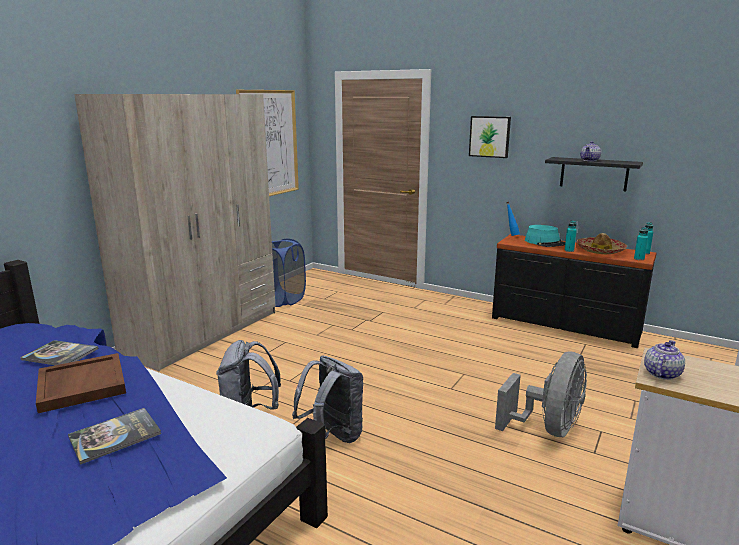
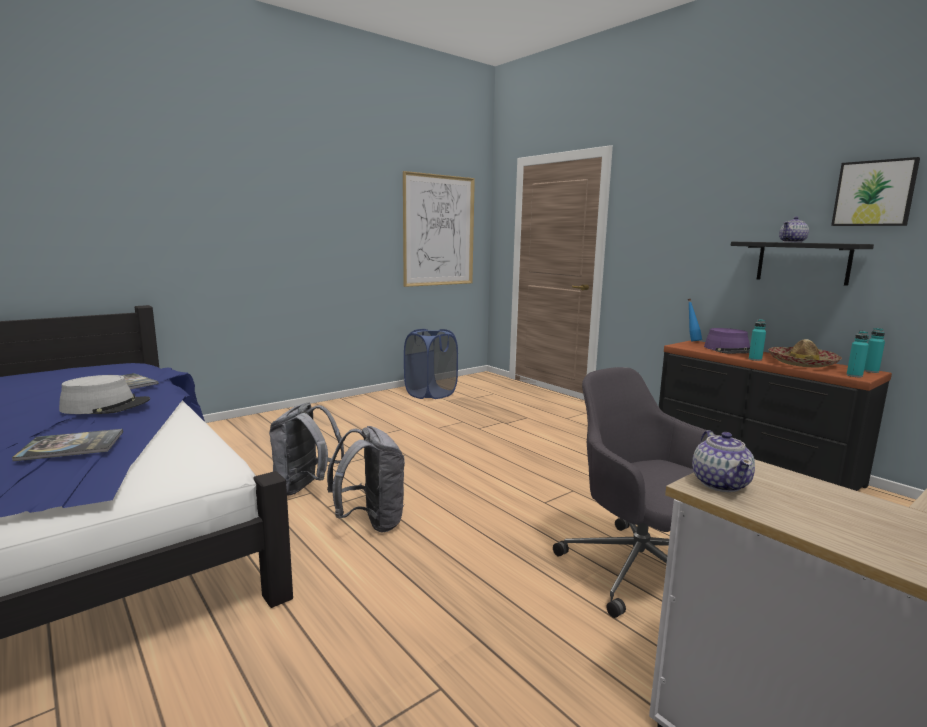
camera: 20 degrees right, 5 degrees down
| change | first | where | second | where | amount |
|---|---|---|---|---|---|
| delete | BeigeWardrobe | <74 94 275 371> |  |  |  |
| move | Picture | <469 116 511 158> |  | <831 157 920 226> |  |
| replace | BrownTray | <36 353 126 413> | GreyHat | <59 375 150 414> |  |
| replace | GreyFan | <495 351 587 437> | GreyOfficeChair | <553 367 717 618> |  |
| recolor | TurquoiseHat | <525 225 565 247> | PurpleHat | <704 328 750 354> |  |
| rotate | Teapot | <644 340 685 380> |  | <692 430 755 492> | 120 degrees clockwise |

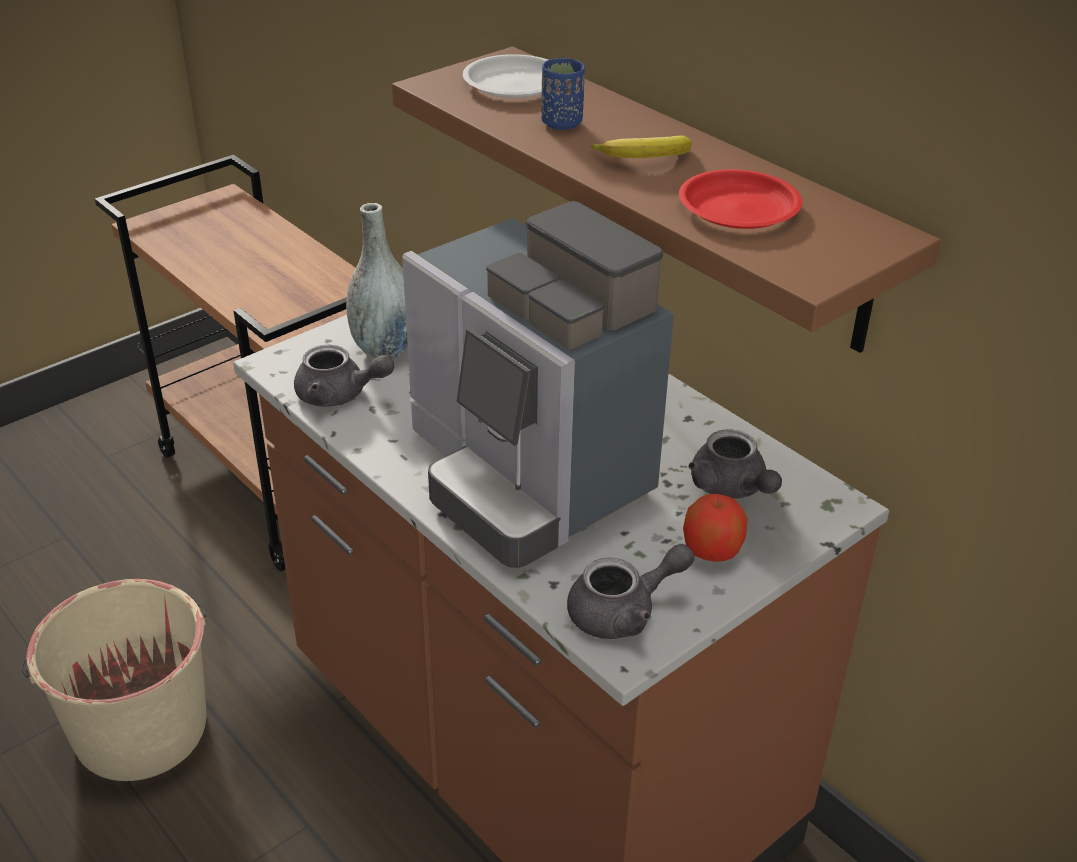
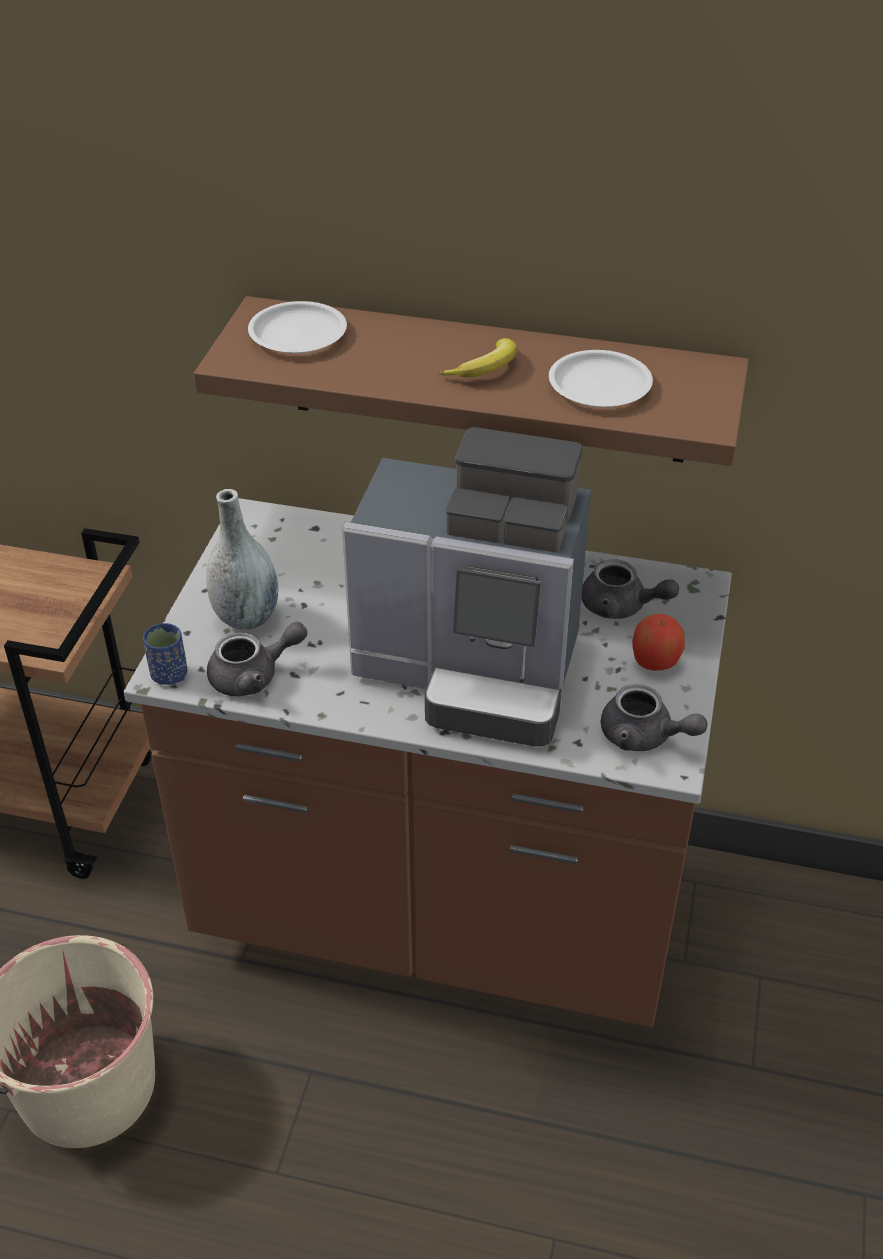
camera: 35 degrees left, 5 degrees up
| change | first | where | second | where | amount |
|---|---|---|---|---|---|
| move | BlueCup | <541 58 585 130> |  | <143 623 187 685> |  |
| recolor | RedPlate | <679 169 802 229> | WhitePlate | <549 350 653 407> |  |
| rotate | GreyTeapot | <567 544 694 639> |  | <600 684 707 751> | 90 degrees clockwise |

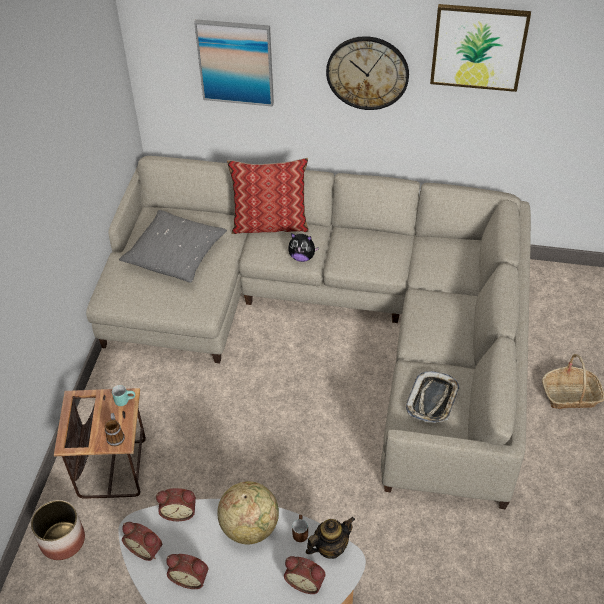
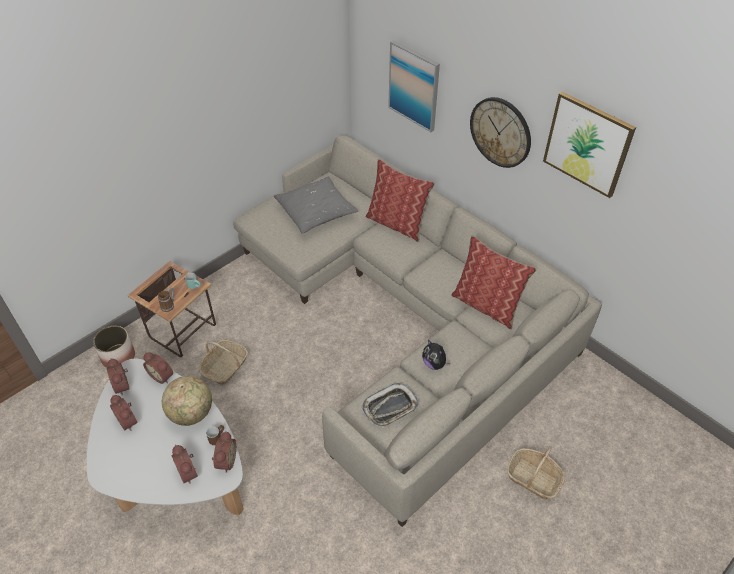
camera: 35 degrees right, 0 degrees up
| change | first | where | second | where | amount |
|---|---|---|---|---|---|
| insert |  |  | Basket | <199 340 248 385> |  |
| insert |  |  | Pillow | <451 235 537 329> |  |
| move | PlushToy | <288 233 319 262> |  | <422 340 450 370> |  |
| replace | Teapot | <306 517 355 559> | AlarmClock | <212 431 236 473> |  |

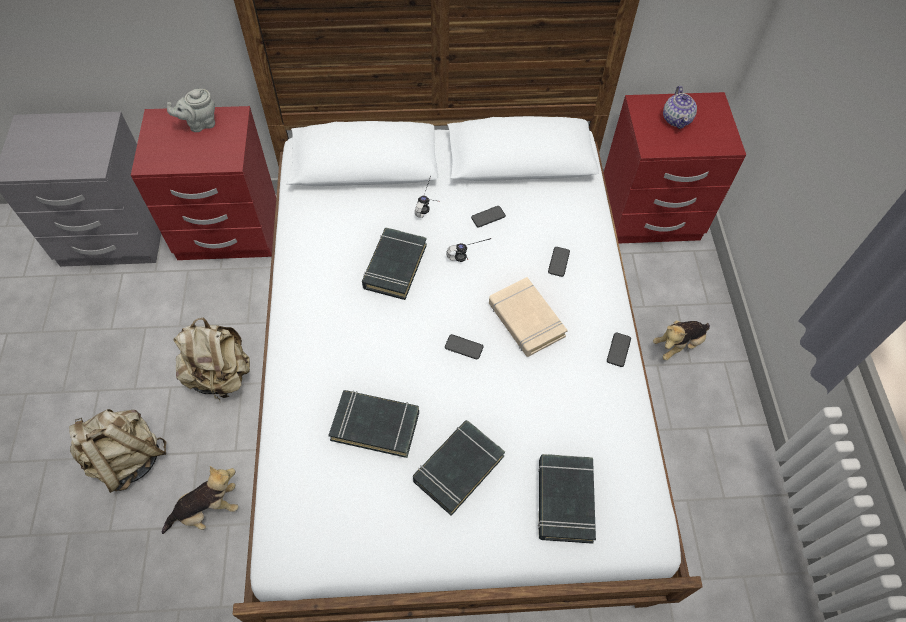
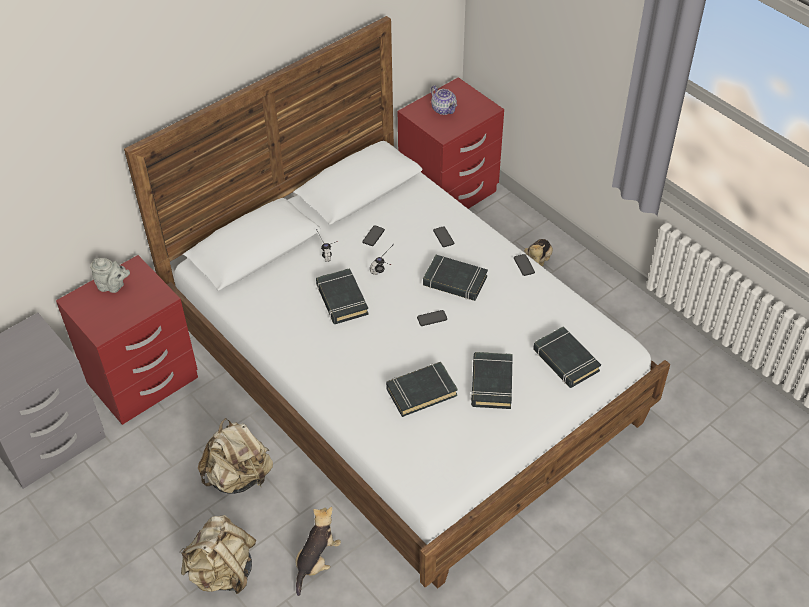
camera: 35 degrees left, 10 degrees down
| change | first | where | second | where | amount |
|---|---|---|---|---|---|
| recolor | BeigeBook | <489 277 568 357> | BlackBook | <423 255 488 301> |  |
| rotate | GreyTeapot | <167 89 215 132> |  | <90 258 130 293> | 105 degrees counterclockwise |

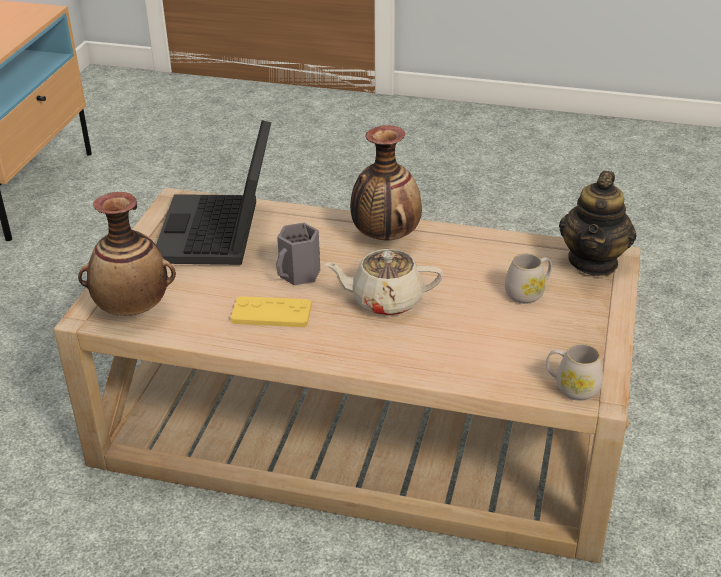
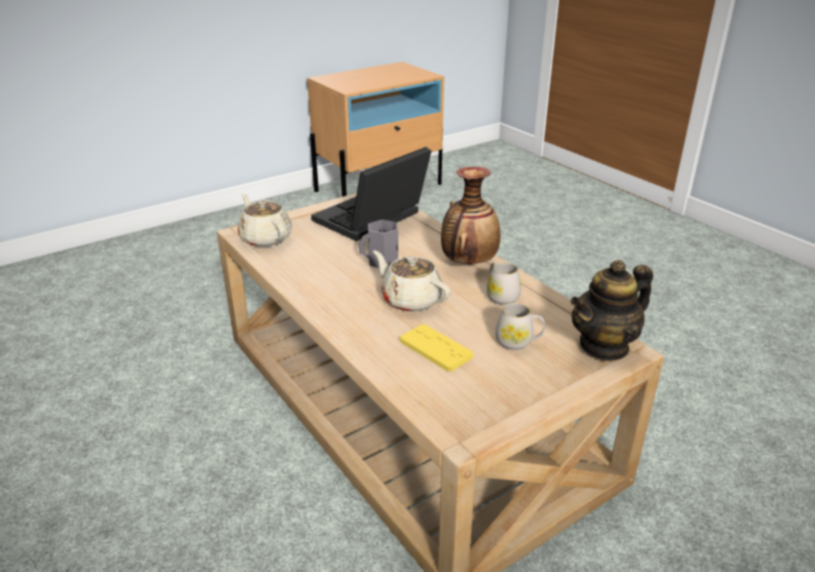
camera: 40 degrees right, 5 degrees down
| change | first | where | second | where | amount |
|---|---|---|---|---|---|
| move | YellowGameController | <231 296 312 327> |  | <400 324 473 372> |  |
| move | WhiteMug | <546 344 603 401> |  | <487 262 521 305> |  |
| replace | Vase | <78 192 176 316> | BeigeTeapot | <238 194 292 247> |  |

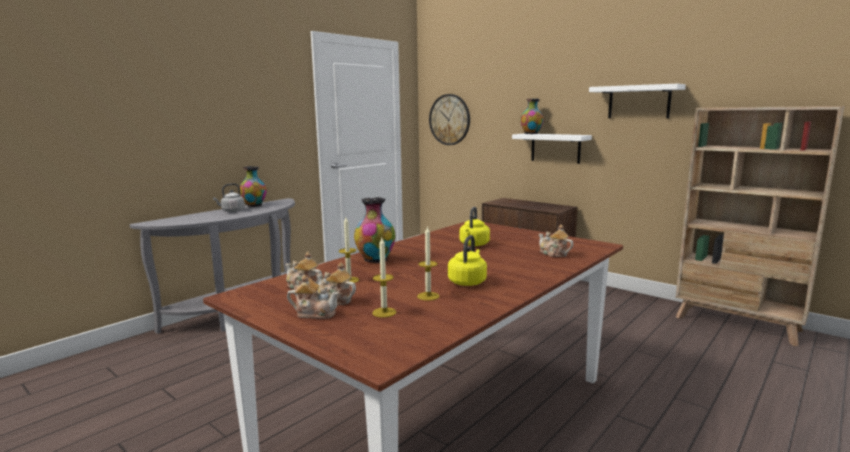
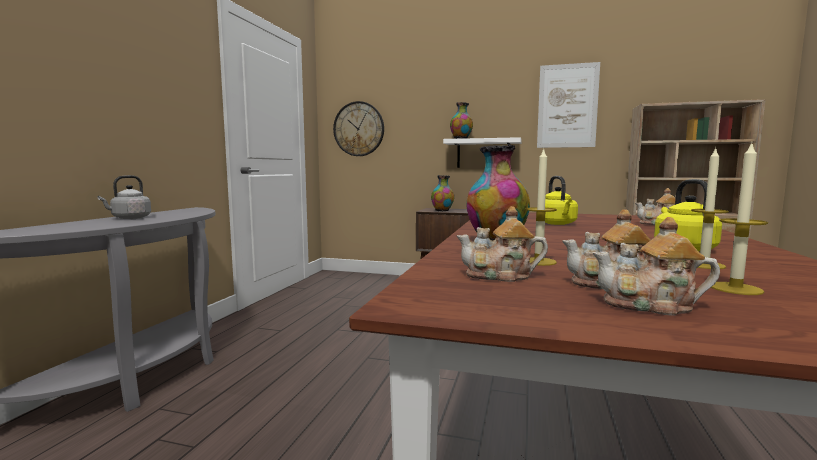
camera: 25 degrees left, 5 degrees down
| change | first | where | second | where | amount |
|---|---|---|---|---|---|
| move | Vase | <240 166 267 207> |  | <431 175 454 212> |  |
| replace | WhiteShelf | <589 84 686 118> | Picture | <537 62 600 148> |  |
| rotate | Teapot | <287 275 339 319> |  | <592 217 720 316> | 150 degrees counterclockwise |

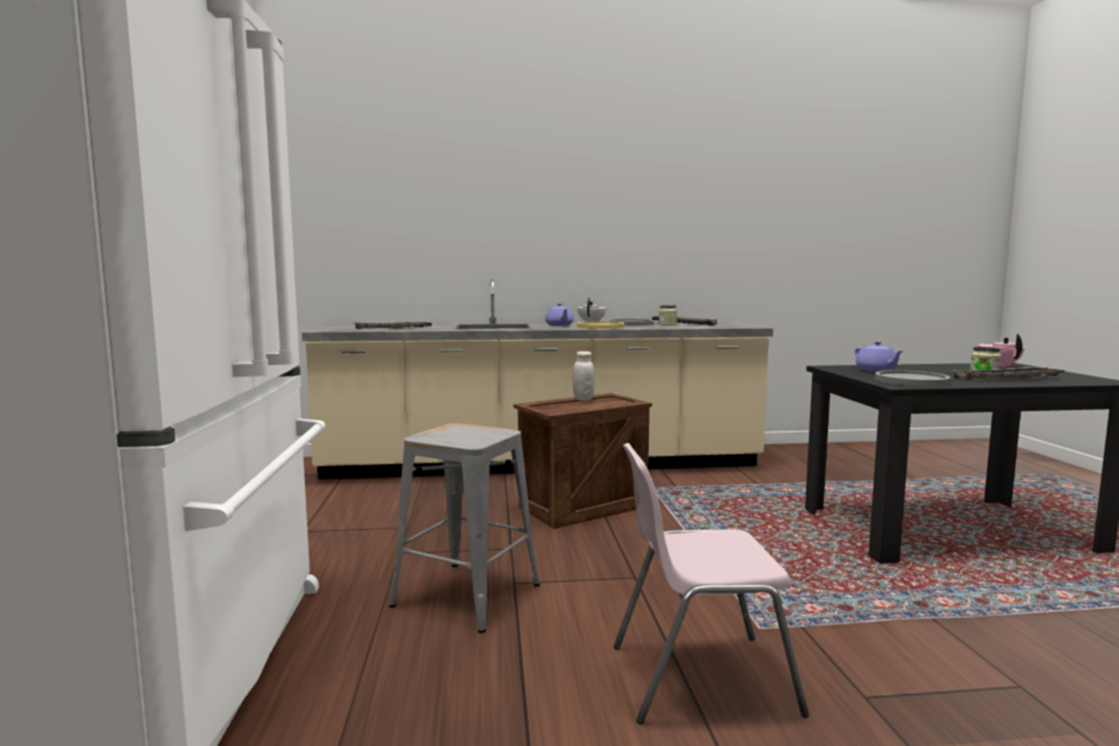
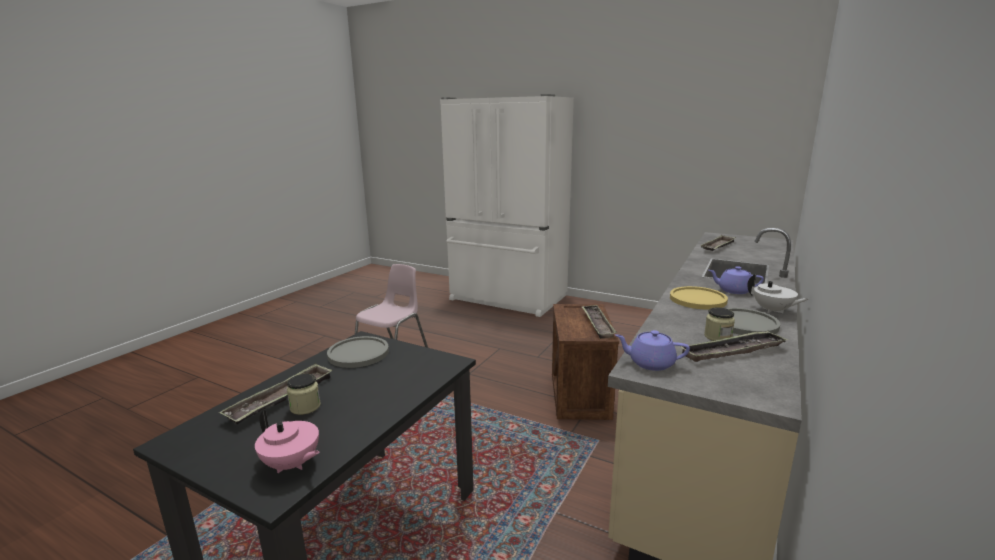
camera: 125 degrees right, 10 degrees up
| change | first | where | second | where | amount |
|---|---|---|---|---|---|
| delete | GreyStool | <389 423 540 633> |  |  |  |
| move | PurpleTeapot | <855 341 903 372> |  | <615 330 690 371> |  |
| replace | WhiteJar | <572 351 595 401> | Tray | <581 305 617 339> |  |

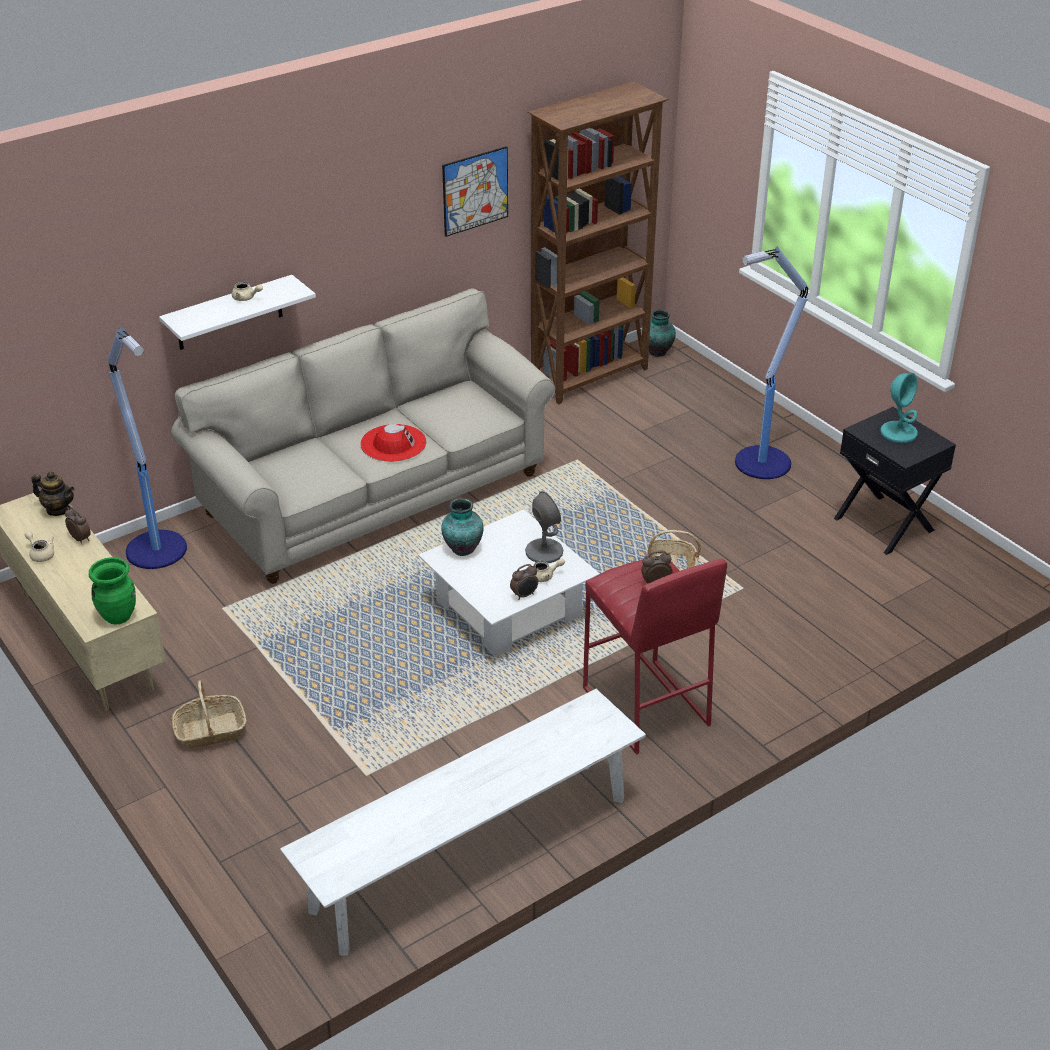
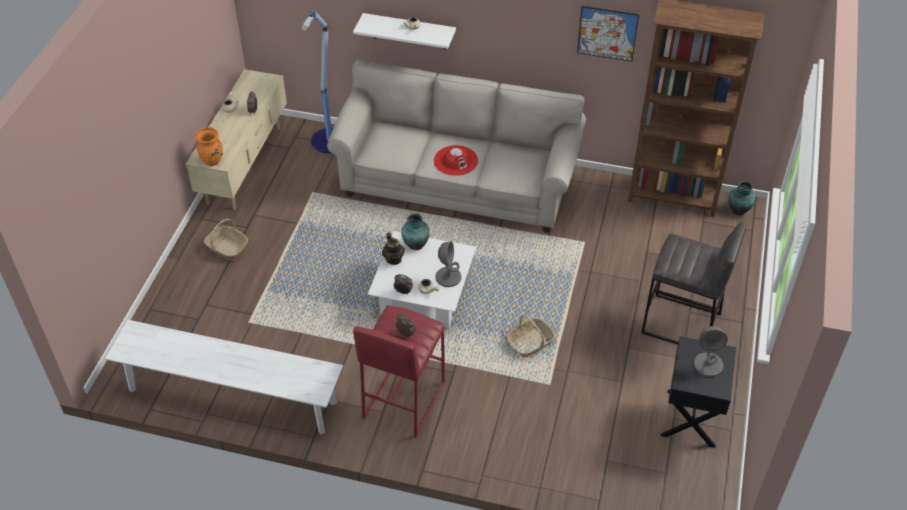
camera: 50 degrees right, 10 degrees up
| change | first | where | second | where | amount |
|---|---|---|---|---|---|
| move | Teapot | <32 471 74 516> |  | <382 233 405 265> |  |
| replace | FloorLamp | <735 247 808 479> | GreyStool | <641 222 747 345> |  |
| recolor | GreenVase | <89 557 136 625> | OrangeVase | <195 127 223 166> |  |
| recolor | TurquoiseTableLamp | <880 373 918 443> | GreyTableLamp | <694 326 728 377> |  |

